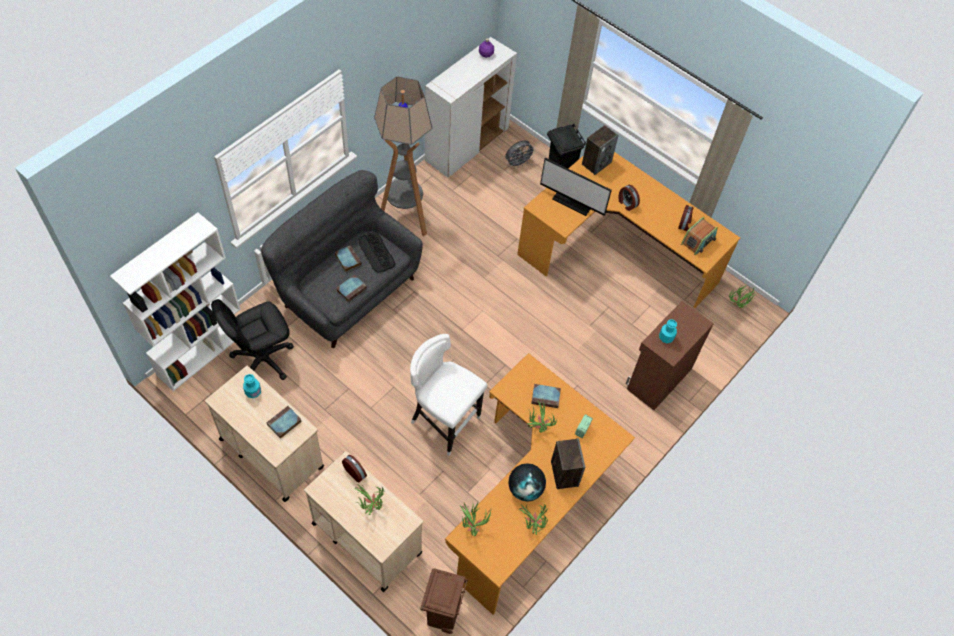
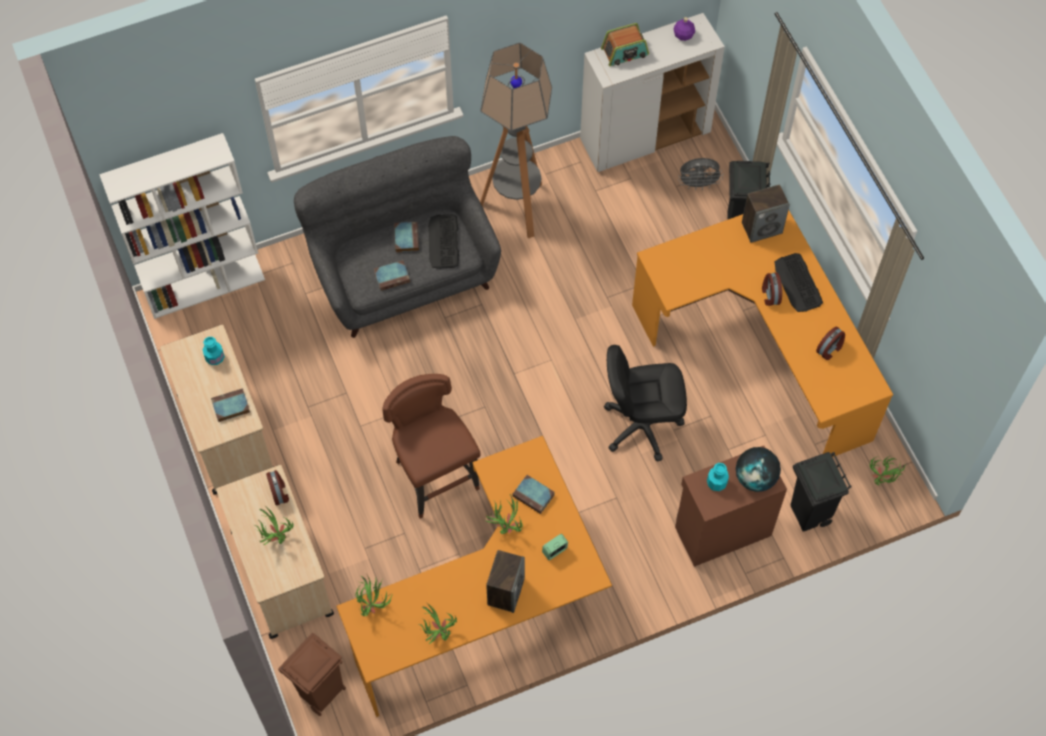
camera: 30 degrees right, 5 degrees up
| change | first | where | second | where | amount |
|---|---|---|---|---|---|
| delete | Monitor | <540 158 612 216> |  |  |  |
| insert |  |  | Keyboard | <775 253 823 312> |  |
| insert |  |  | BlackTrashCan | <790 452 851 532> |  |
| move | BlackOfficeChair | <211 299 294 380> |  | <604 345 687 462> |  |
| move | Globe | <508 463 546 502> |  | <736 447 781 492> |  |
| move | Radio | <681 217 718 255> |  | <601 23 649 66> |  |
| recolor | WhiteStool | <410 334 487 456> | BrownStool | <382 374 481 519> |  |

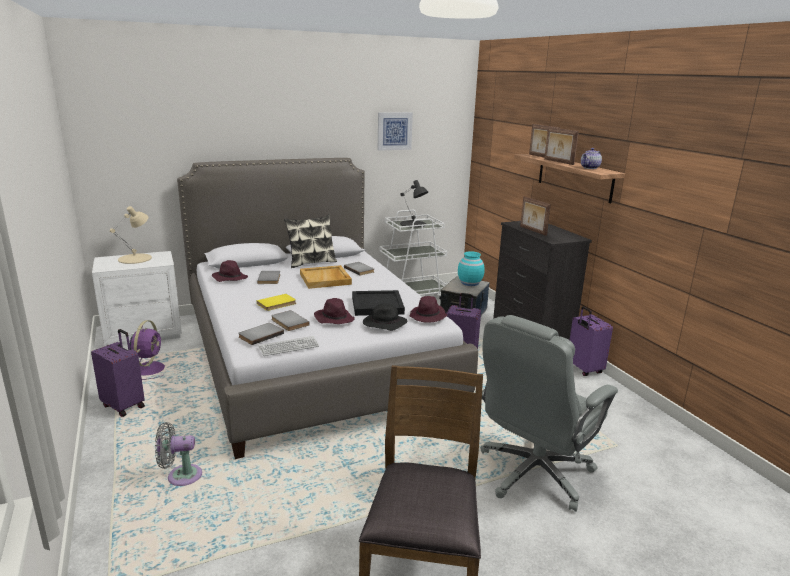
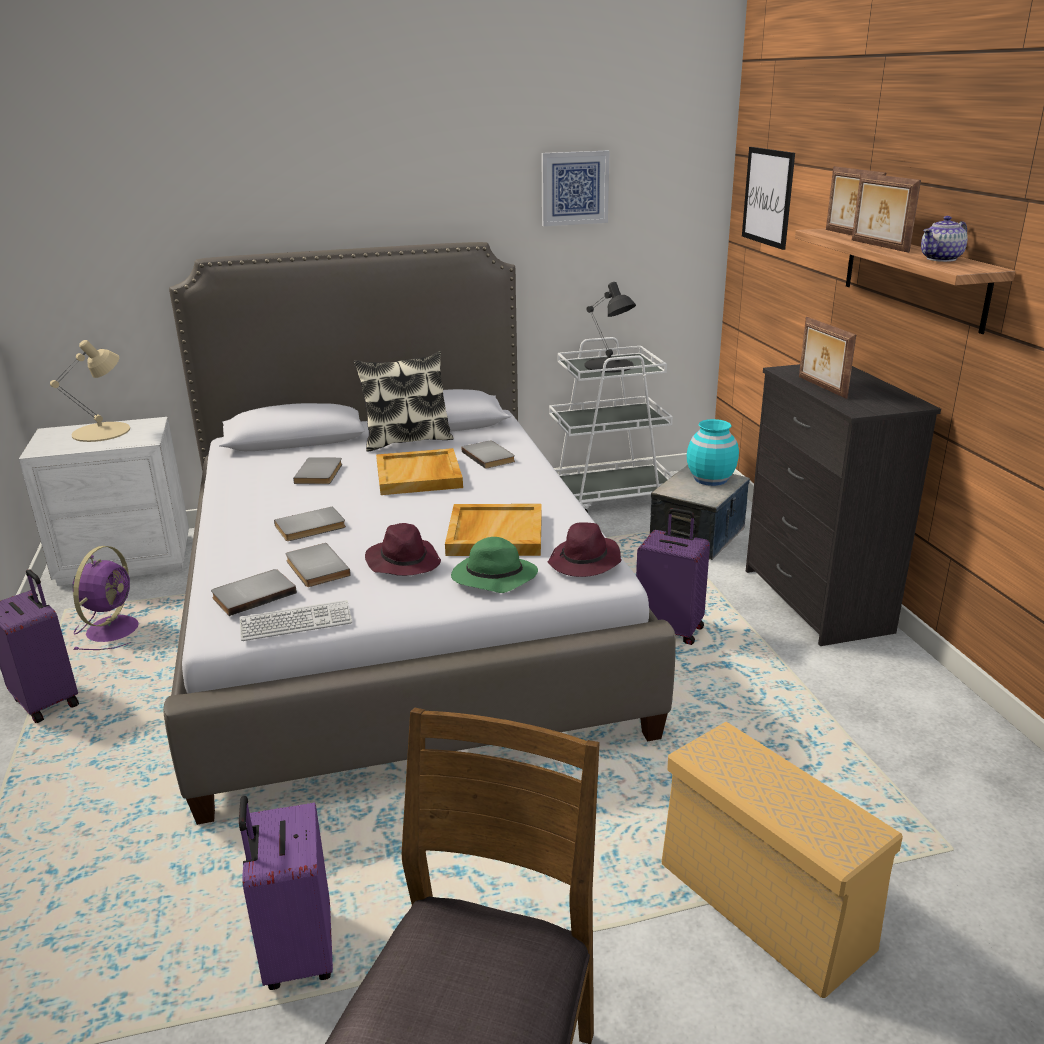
camera: 10 degrees right, 5 degrees up
| change | first | where | second | where | amount |
|---|---|---|---|---|---|
| delete | GreyFan | <155 422 202 486> |  |  |  |
| delete | PurpleHat | <212 260 248 282> |  |  |  |
| insert |  |  | Picture | <742 147 795 250> |  |
| move | PurpleSuitcase | <570 306 613 376> |  | <239 796 333 990> |  |
| replace | GreyOfficeChair | <481 315 618 512> | BeigeStorageBox | <662 722 903 998> |  |
| recolor | YellowBook | <257 294 296 311> | GreyBook | <274 506 346 541> |  |
| recolor | BlackTray | <352 290 405 316> | BeigeTray | <445 504 542 556> |  |
| recolor | BlackHat | <363 303 407 331> | GreenHat | <451 537 538 593> |  |

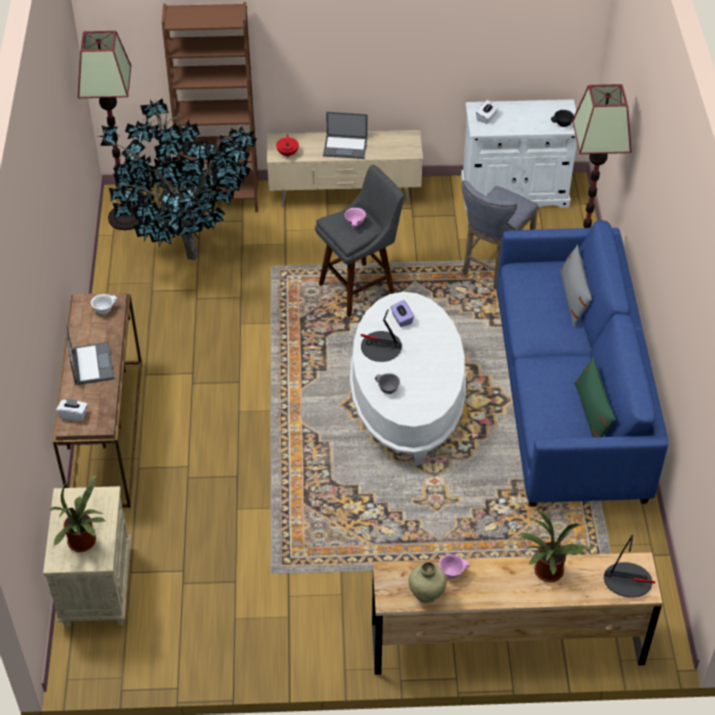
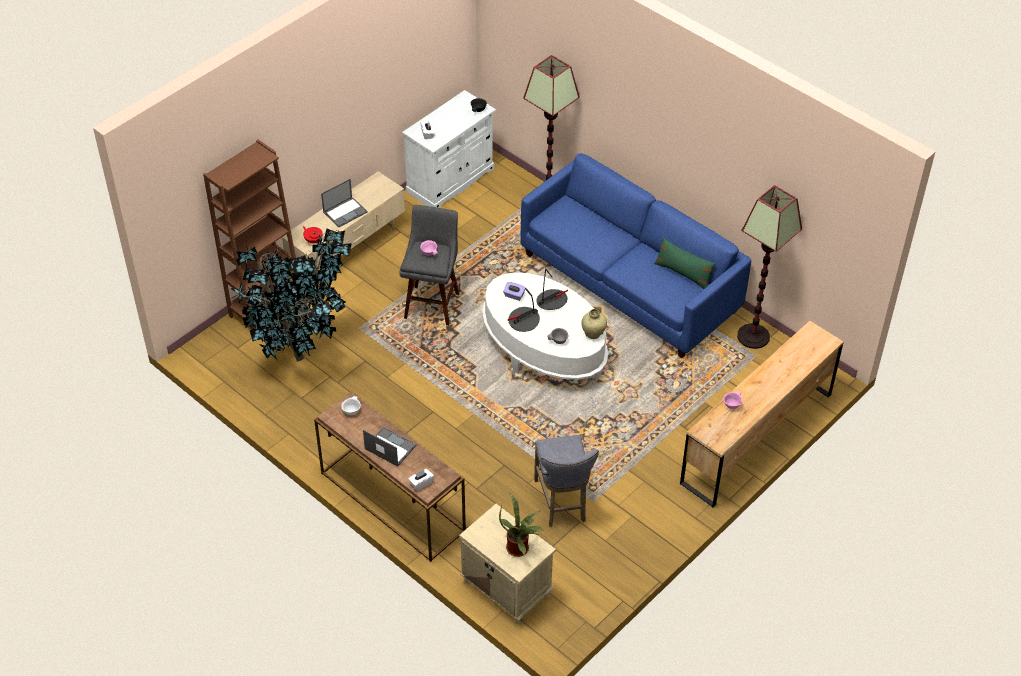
camera: 45 degrees left, 0 degrees up
| change | first | where | second | where | amount |
|---|---|---|---|---|---|
| delete | PottedPlant | <518 509 593 582> |  |  |  |
| delete | GreyPillow | <560 245 592 327> |  |  |  |
| move | FloorLamp | <78 31 143 230> |  | <737 185 802 349> |  |
| move | BeigeVase | <408 562 447 603> |  | <581 309 607 339> |  |
| move | GreyStool | <462 180 539 289> |  | <534 435 599 527> |  |
| move | TableLamp | <604 534 655 598> |  | <536 268 568 310> |  |

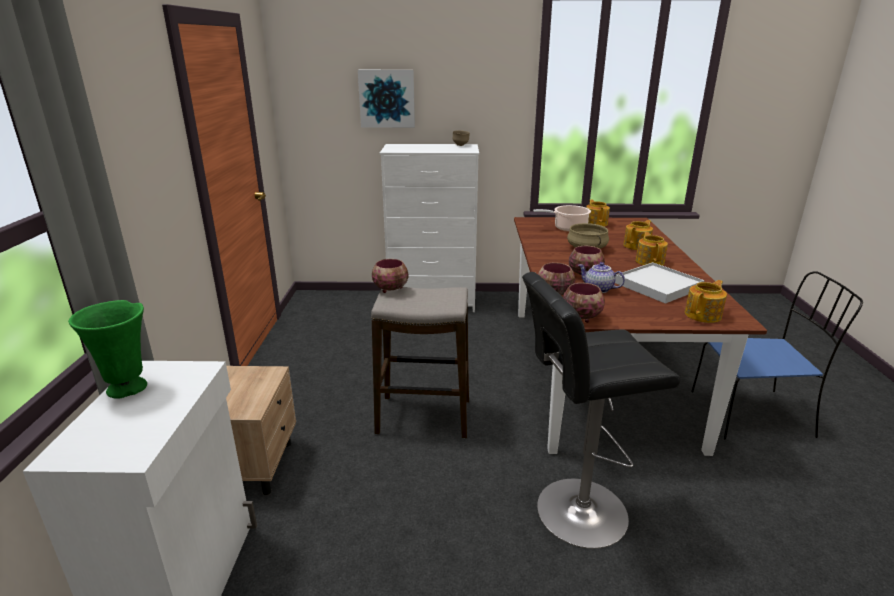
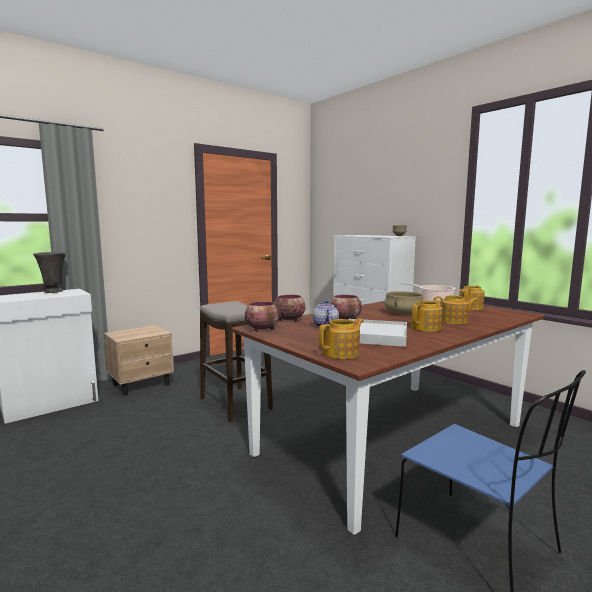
camera: 50 degrees right, 15 degrees down
| change | first | where | second | where | amount |
|---|---|---|---|---|---|
| delete | Picture | <358 70 415 128> |  |  |  |
| delete | Bowl | <372 259 408 293> |  |  |  |
| delete | BlackStool | <522 272 680 549> |  |  |  |
| recolor | GreenVase | <68 300 147 399> | GreyVase | <33 252 66 293> |  |
| rotate | Teapot | <685 280 727 323> |  | <319 319 364 359> | 45 degrees counterclockwise |

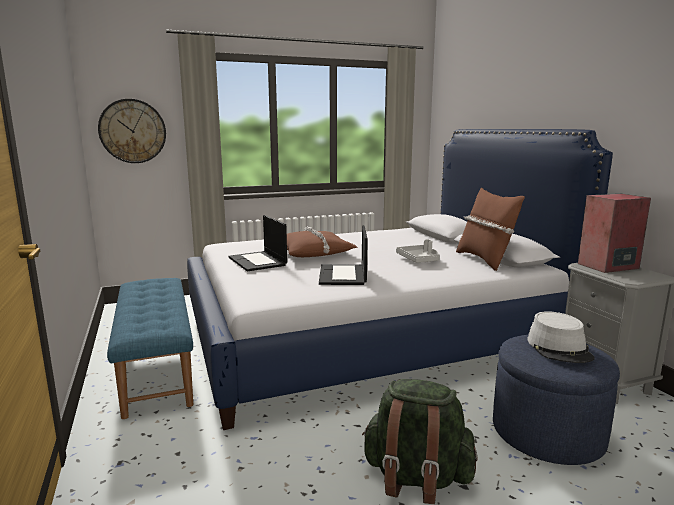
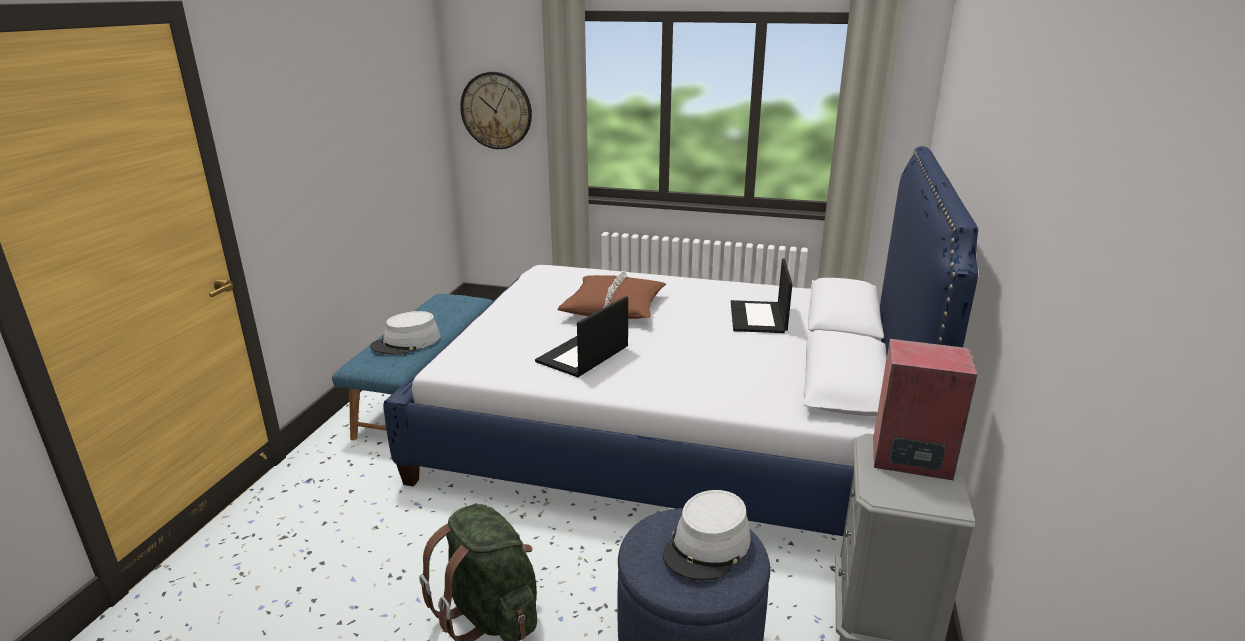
camera: 35 degrees right, 10 degrees up
| change | first | where | second | where | amount |
|---|---|---|---|---|---|
| delete | GreyTray | <396 239 440 263> |  |  |  |
| delete | BrownPillow | <456 188 525 271> |  |  |  |
| insert |  |  | GreyHat | <370 311 440 355> |  |
| move | Laptop | <229 215 287 271> |  | <731 258 792 333> |  |

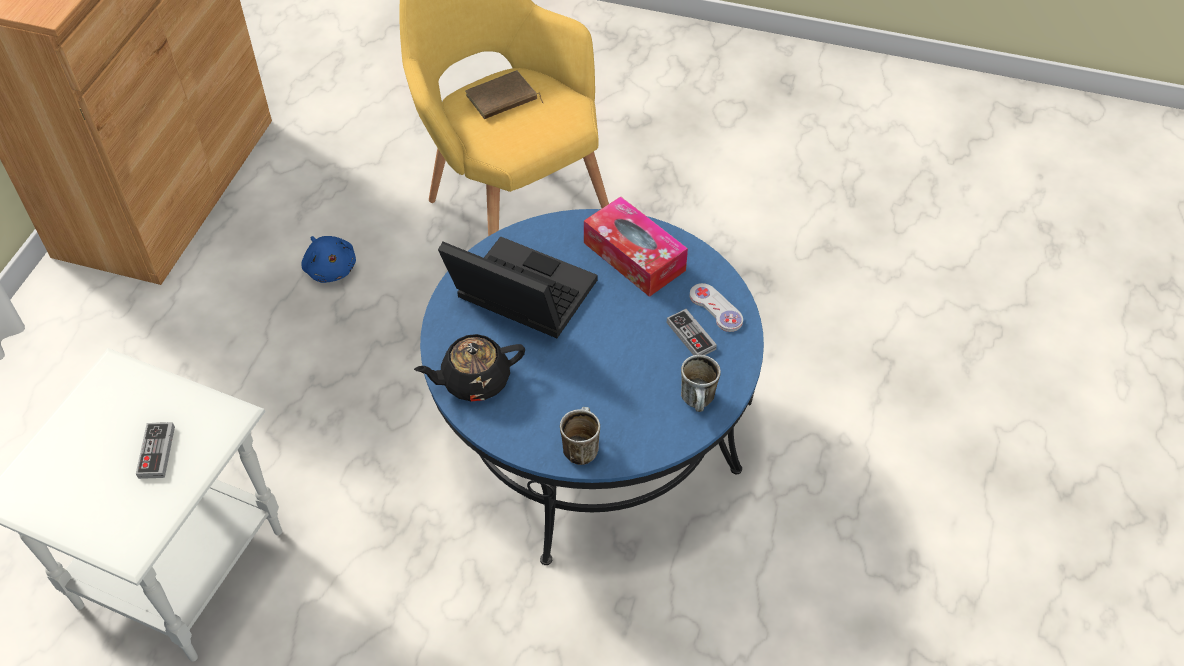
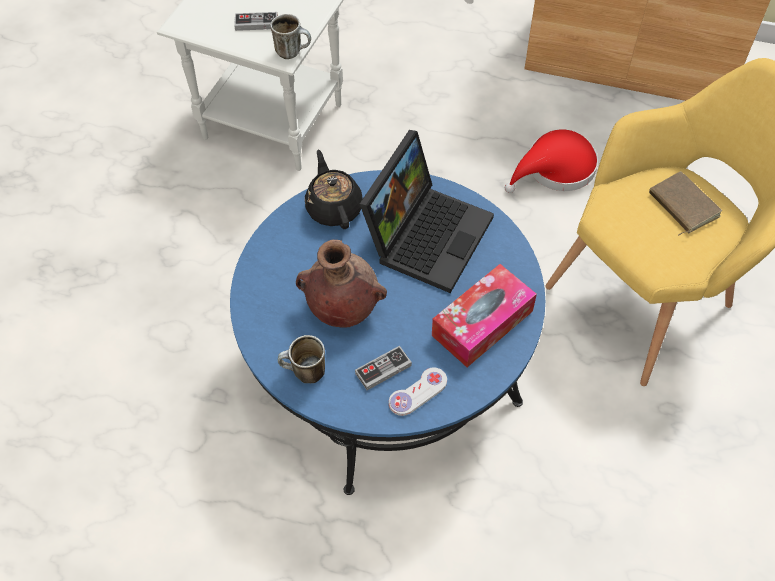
camera: 90 degrees right, 5 degrees up
| change | first | where | second | where | amount |
|---|---|---|---|---|---|
| insert |  |  | BrownVase | <296 240 387 328> |  |
| move | Mug | <560 407 600 465> |  | <271 14 311 59> |  |
| replace | BluePlushToy | <301 236 356 283> | RedHat | <505 129 598 193> |  |

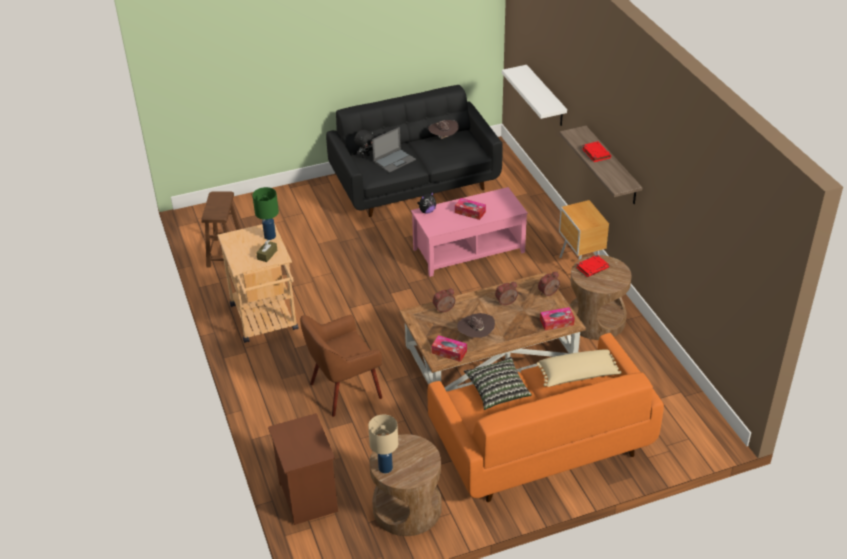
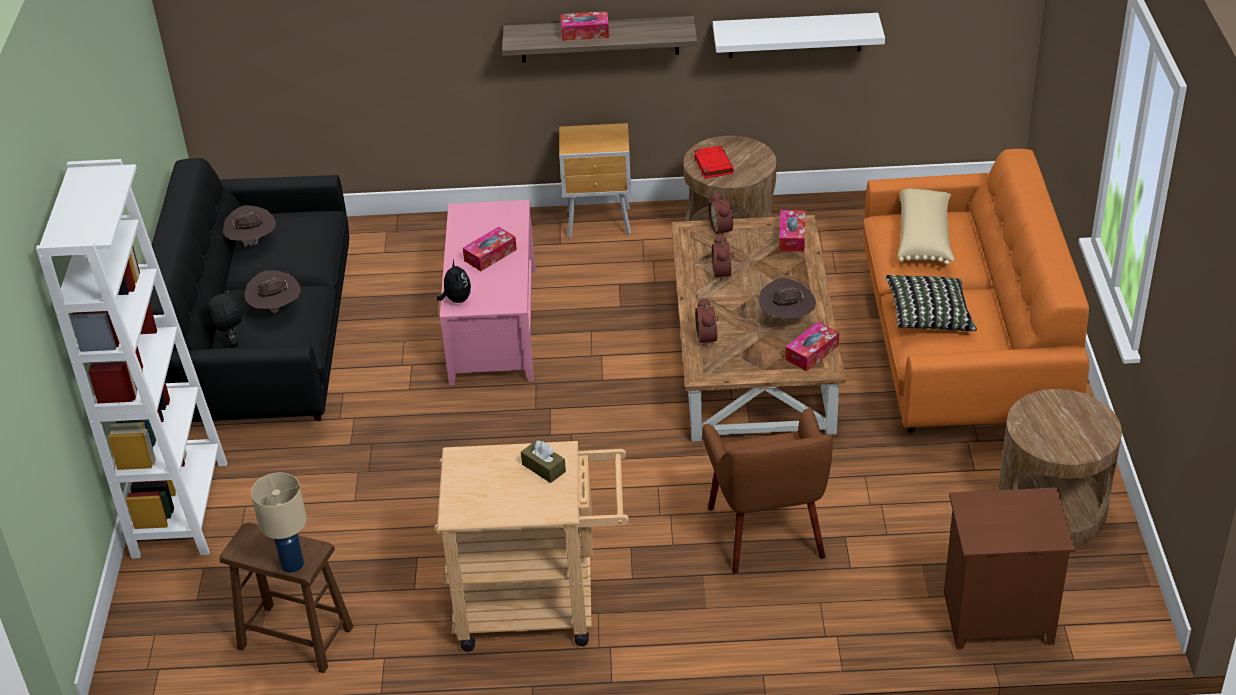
camera: 70 degrees left, 0 degrees up
| change | first | where | second | where | amount |
|---|---|---|---|---|---|
| delete | GreenTableLamp | <252 187 279 240> |  |  |  |
| insert |  |  | WhiteBookcase | <36 159 227 559> |  |
| move | BeigeTableLamp | <368 415 398 473> |  | <251 472 307 573> |  |
| move | WhiteShelf | <502 65 567 126> |  | <713 13 885 58> |  |
| replace | Laptop | <372 127 416 173> | BrownHat | <245 270 301 313> |  |
| replace | RedBook | <582 141 611 162> | TissueBox | <561 11 609 41> |  |

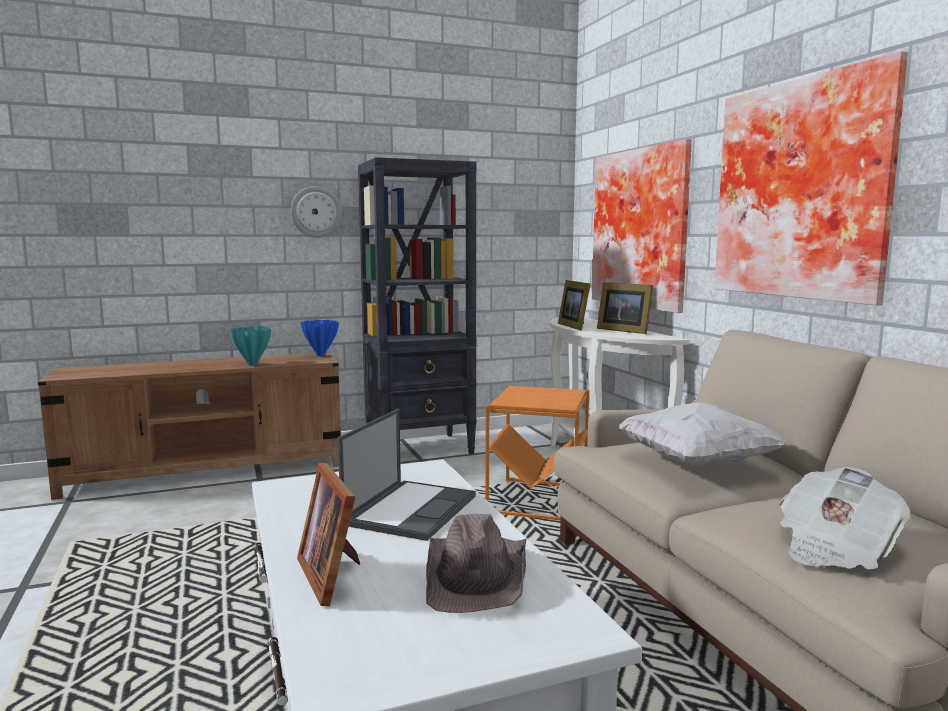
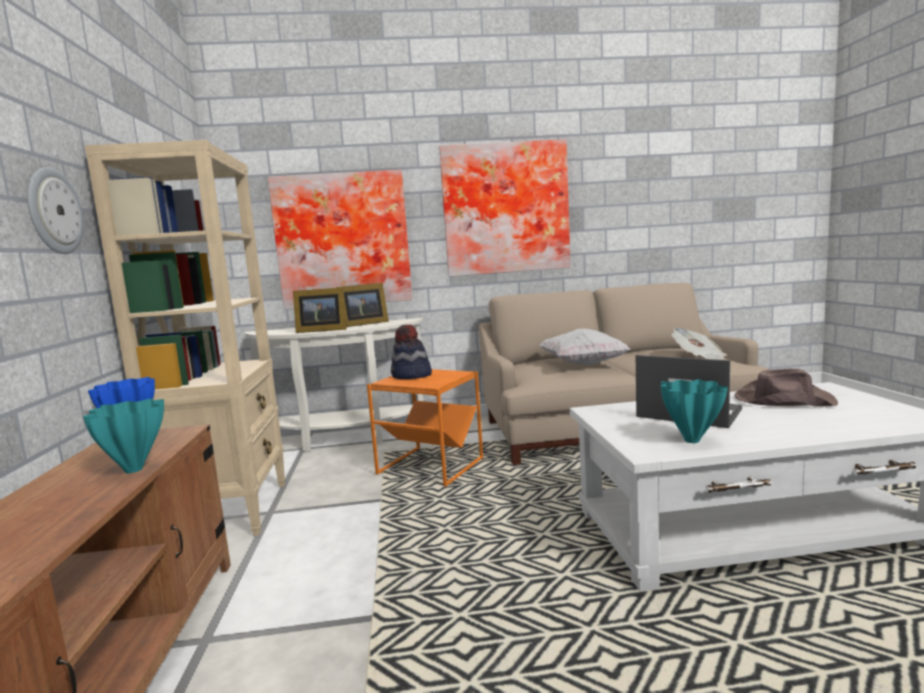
camera: 75 degrees left, 0 degrees up
| change | first | where | second | where | amount |
|---|---|---|---|---|---|
| delete | PictureFrame | <297 463 360 606> |  |  |  |
| insert |  |  | Hat | <391 325 432 379> |  |
| insert |  |  | TurquoiseVase | <661 379 728 443> |  |
| recolor | BlackBookcase | <358 157 477 454> | BeigeBookcase | <85 140 286 536> |  |

